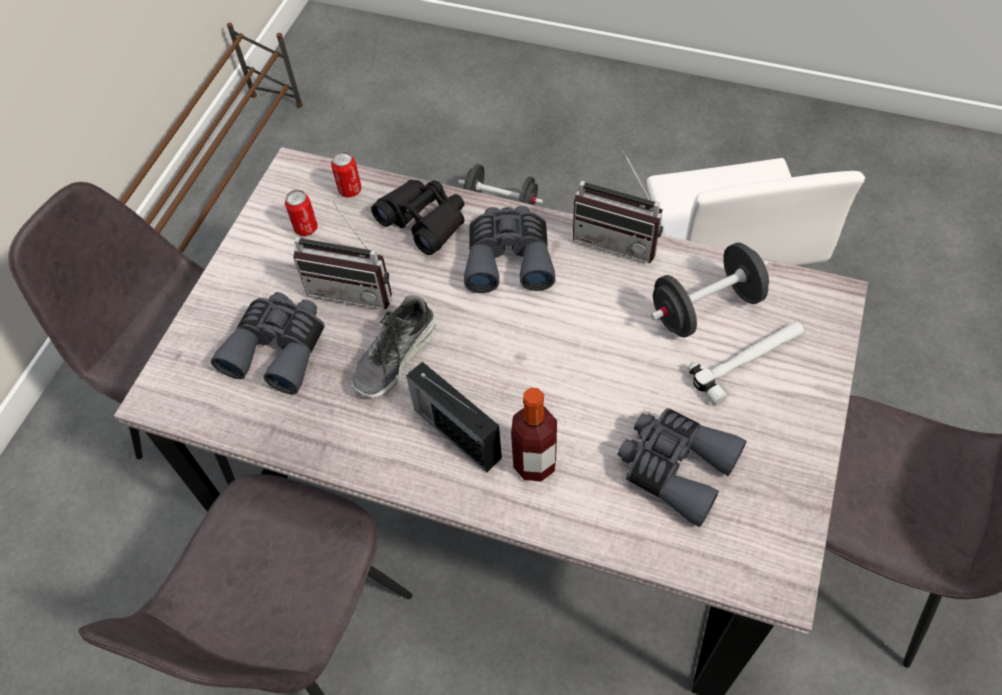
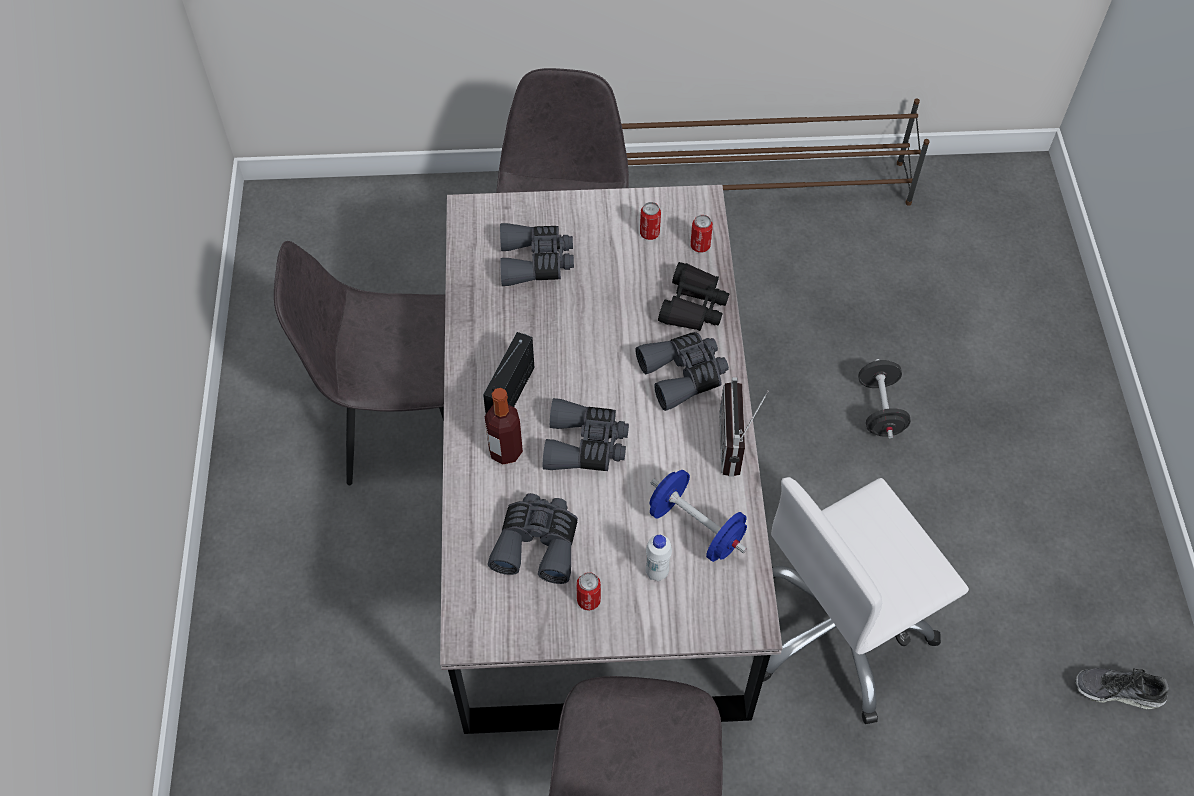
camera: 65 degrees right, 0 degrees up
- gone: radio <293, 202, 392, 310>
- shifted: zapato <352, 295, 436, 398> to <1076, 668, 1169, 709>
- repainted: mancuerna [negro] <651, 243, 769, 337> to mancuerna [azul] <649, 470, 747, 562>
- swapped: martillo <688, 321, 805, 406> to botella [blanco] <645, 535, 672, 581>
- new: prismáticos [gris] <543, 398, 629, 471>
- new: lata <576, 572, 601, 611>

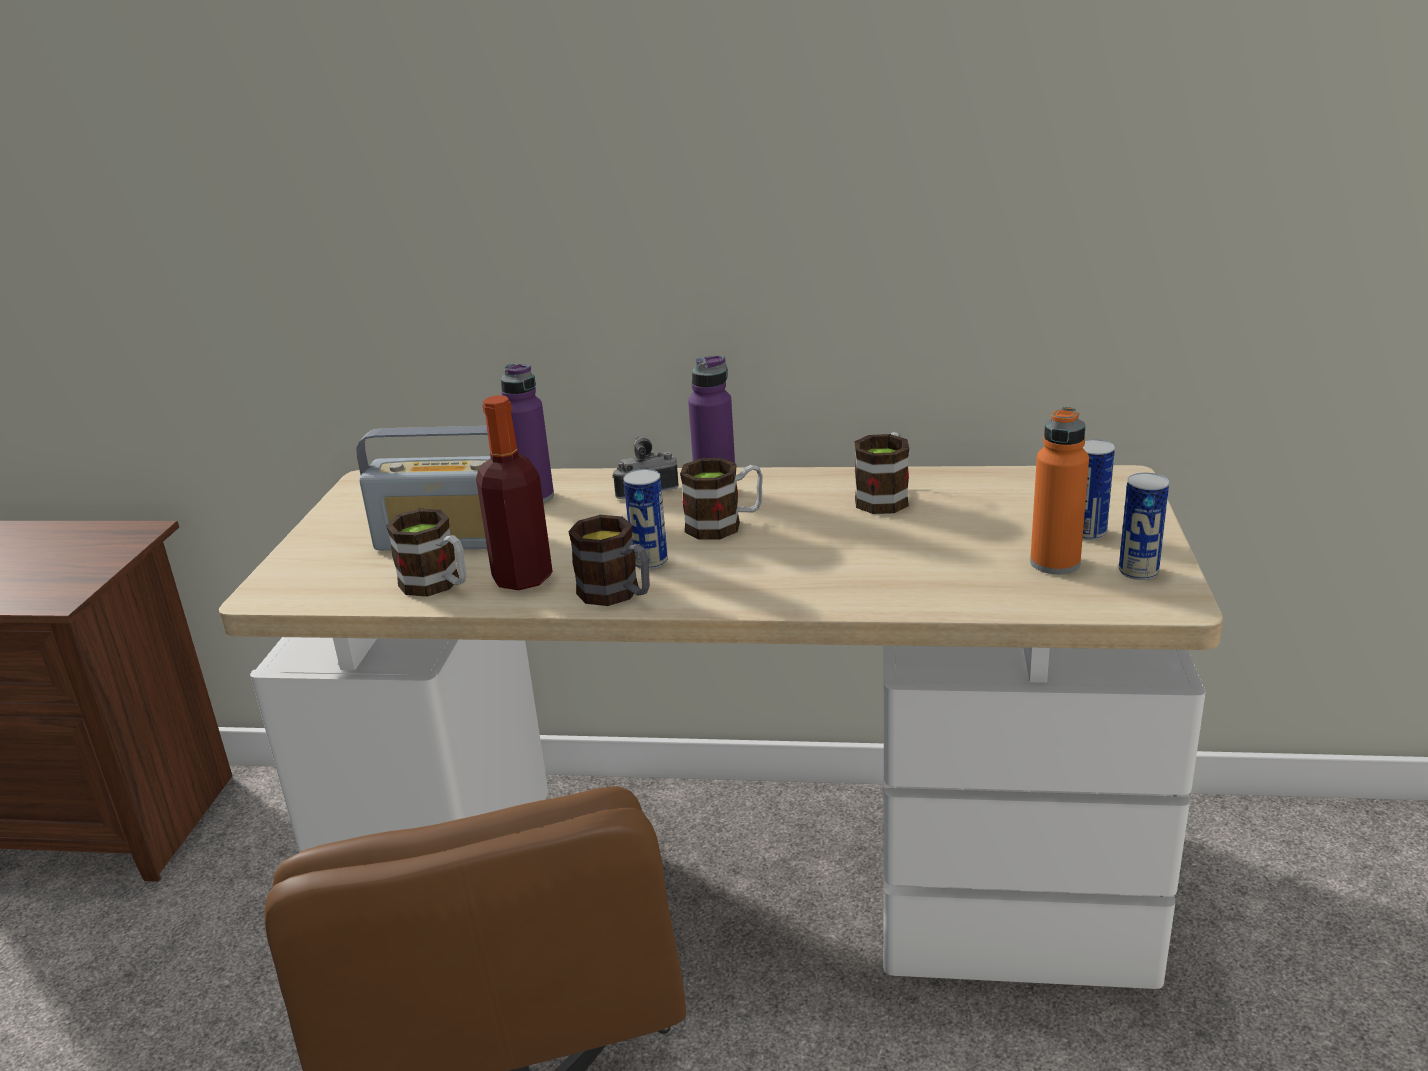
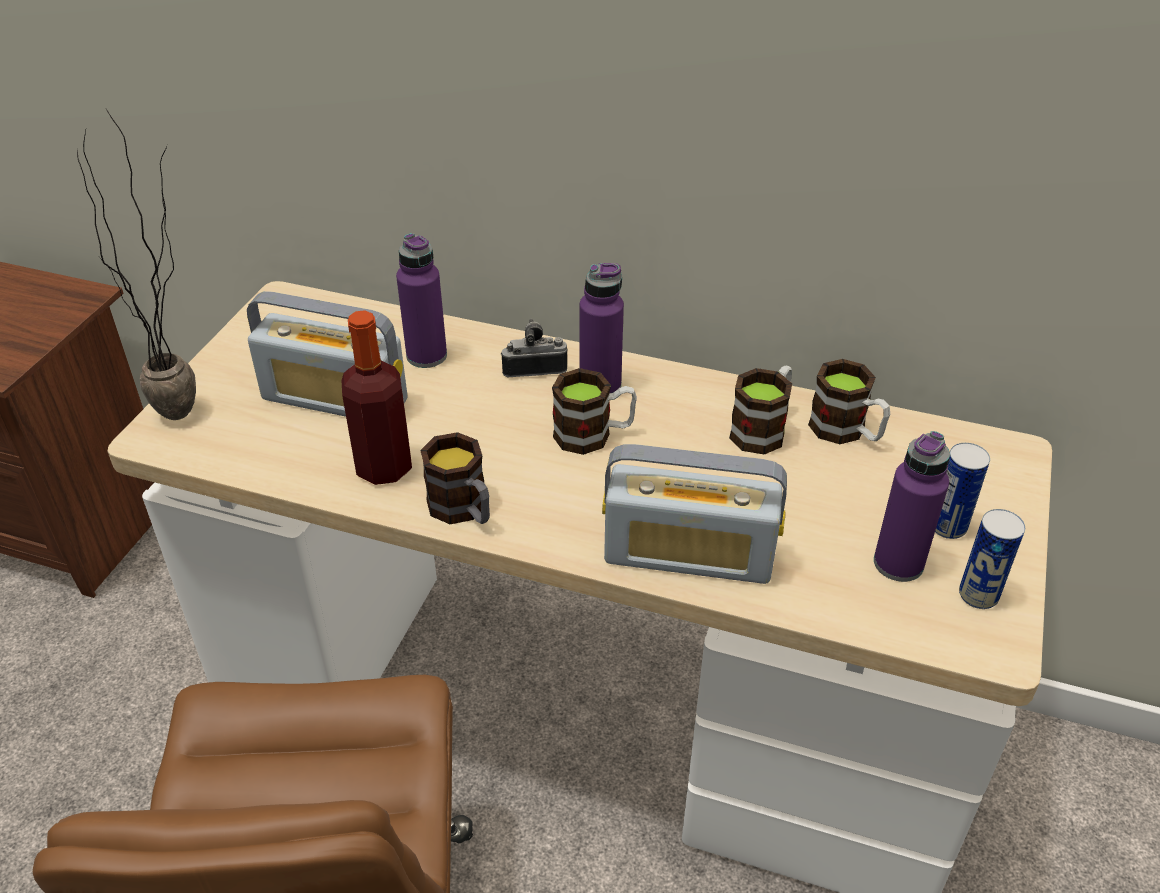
camera: 10 degrees right, 15 degrees up
- shifted: taza grande <386, 509, 466, 597> to <808, 359, 890, 444>
- gone: lata <623, 469, 668, 569>
- repainted: botella [naranja] <1030, 407, 1089, 574> to botella [morado] <874, 431, 950, 582>
- new: planta en maceta <77, 109, 196, 420>
- new: radio <602, 444, 787, 584>

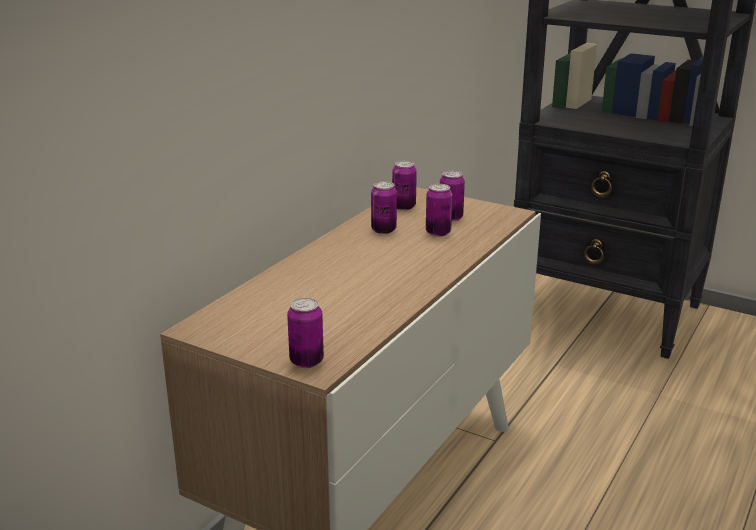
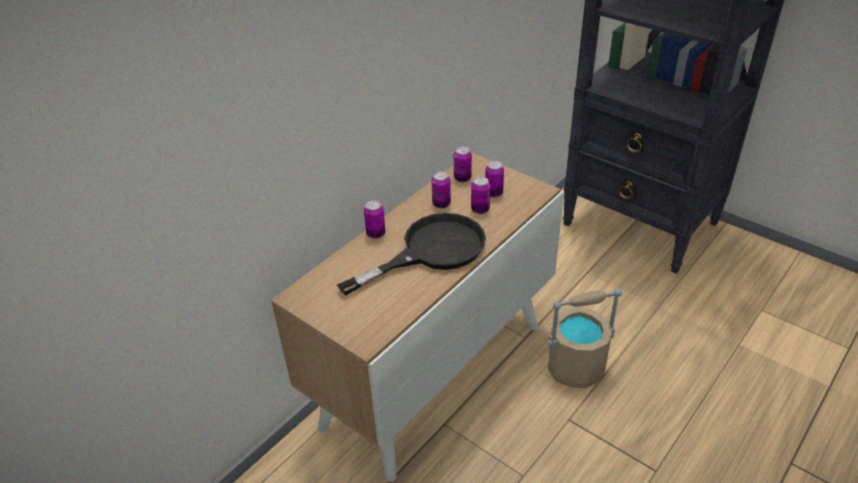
camera: 10 degrees right, 15 degrees up
- shifted: lata <287, 298, 324, 368> to <364, 200, 385, 239>
- new: sartén [negro] <337, 213, 486, 295>
- new: cubo [beis] <548, 289, 622, 388>

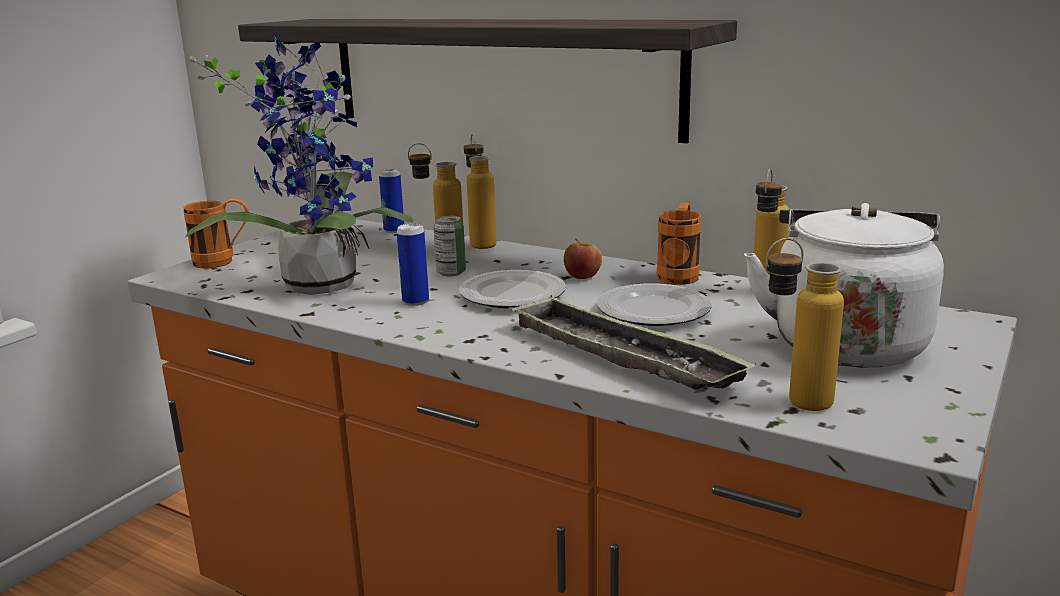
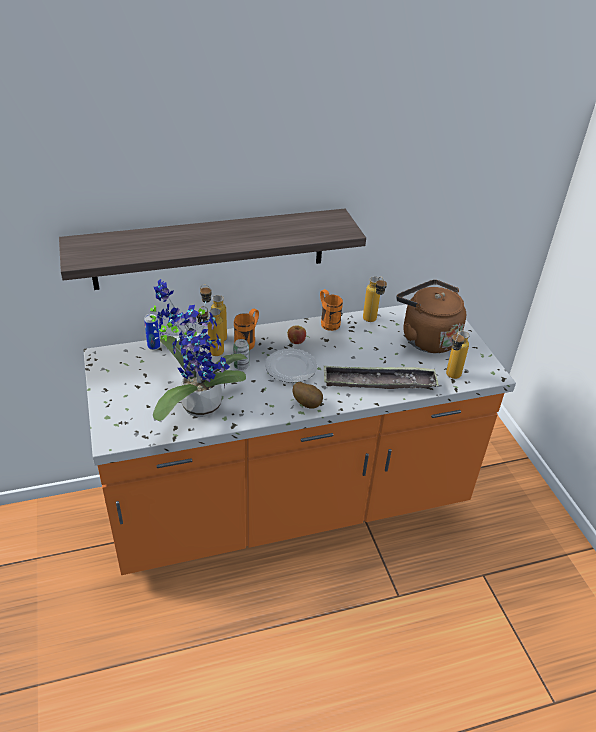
camera: 50 degrees left, 20 degrees up
- shifted: taza grande [naranja] <183, 199, 248, 268> to <234, 309, 259, 350>
- gone: lata <397, 223, 429, 306>
- gone: plato <597, 284, 712, 326>
- repainted: hervidor [blanco] <744, 203, 944, 368> to hervidor [marrón] <397, 280, 466, 353>
- new: patata <293, 382, 323, 409>

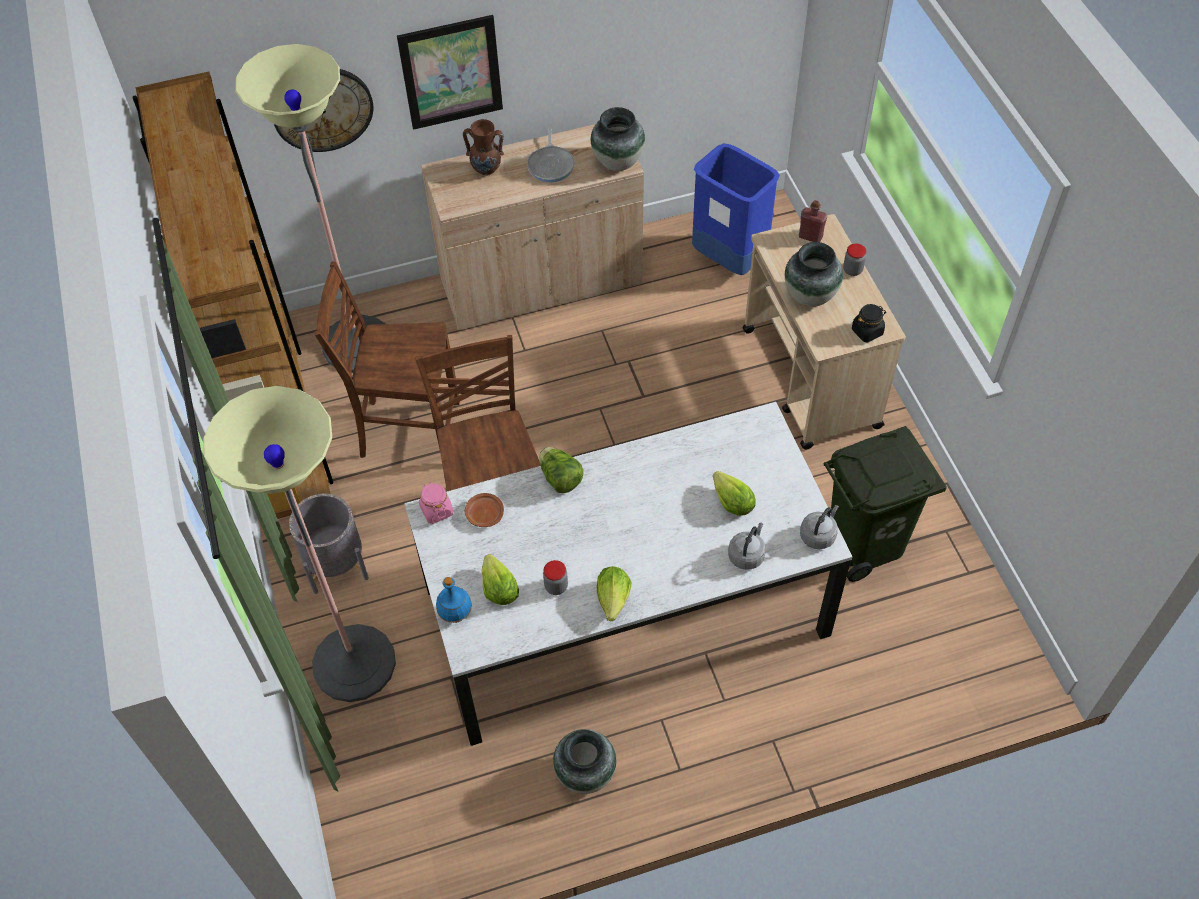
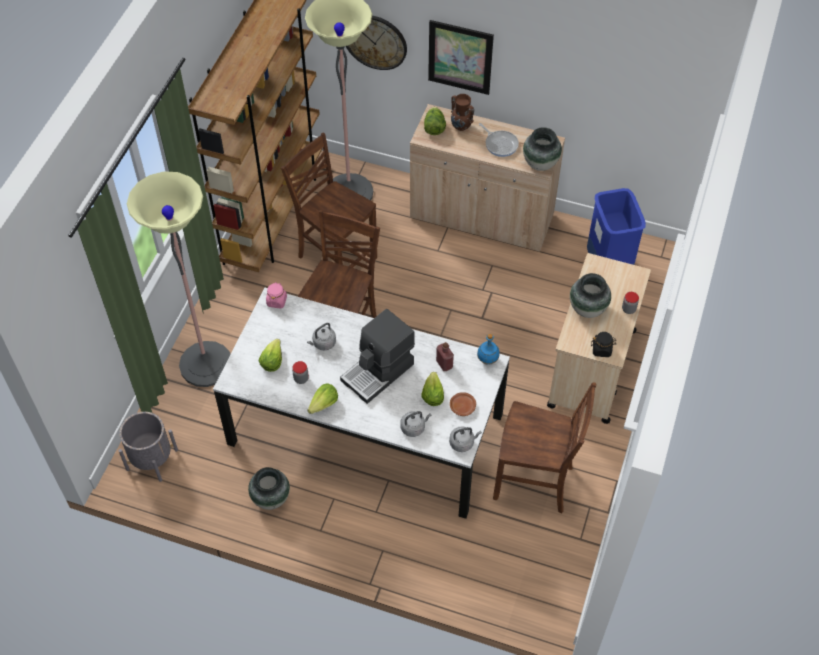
camera: 35 degrees right, 0 degrees up
- shifted: maceta [gris] <289, 494, 369, 594> to <119, 412, 178, 482>
- shifted: botella [azul] <436, 577, 472, 623> to <477, 334, 499, 364>
- shifted: plato [marrón] <465, 493, 504, 527> to <450, 392, 476, 416>
- rotated: sartén <527, 128, 575, 182> = <479, 123, 519, 157> 75 degrees counterclockwise
- shifted: lechuga <539, 447, 583, 493> to <424, 107, 446, 135>
- shifted: botella [rojo] <799, 200, 827, 242> to <436, 342, 454, 371>
- swapped: papelera [verde] <824, 426, 947, 582> to silla [marrón] <493, 382, 596, 513>
- new: hervidor [gris] <307, 323, 336, 351>
- new: cafetera <340, 309, 415, 404>

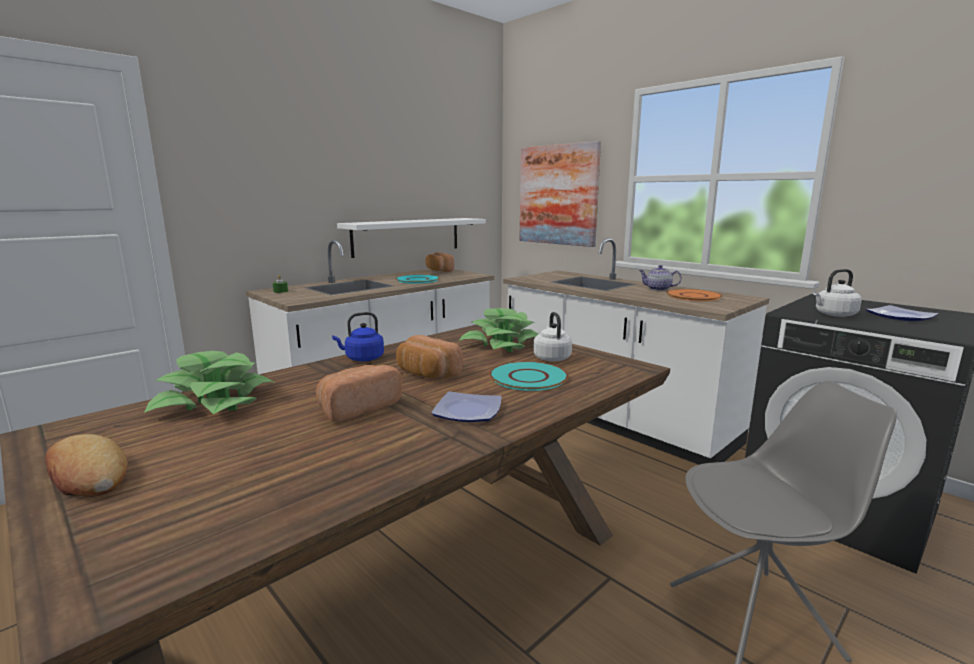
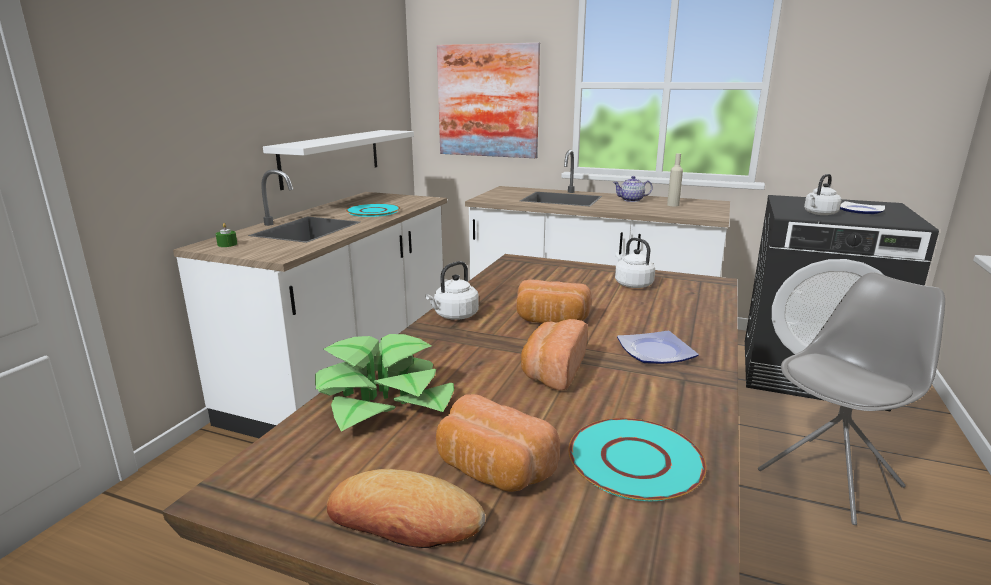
camera: 25 degrees left, 5 degrees up
- repainted: hervidor [azul] <332, 312, 384, 361> to hervidor [blanco] <425, 261, 479, 320>
- shifted: pan <426, 252, 454, 272> to <436, 394, 560, 492>
- gone: planta en maceta <459, 308, 538, 352>
- shifted: plato [turquesa] <489, 361, 569, 391> to <568, 418, 706, 501>
- swapped: plato [naranja] <666, 289, 722, 301> to botella [beis] <667, 153, 683, 206>

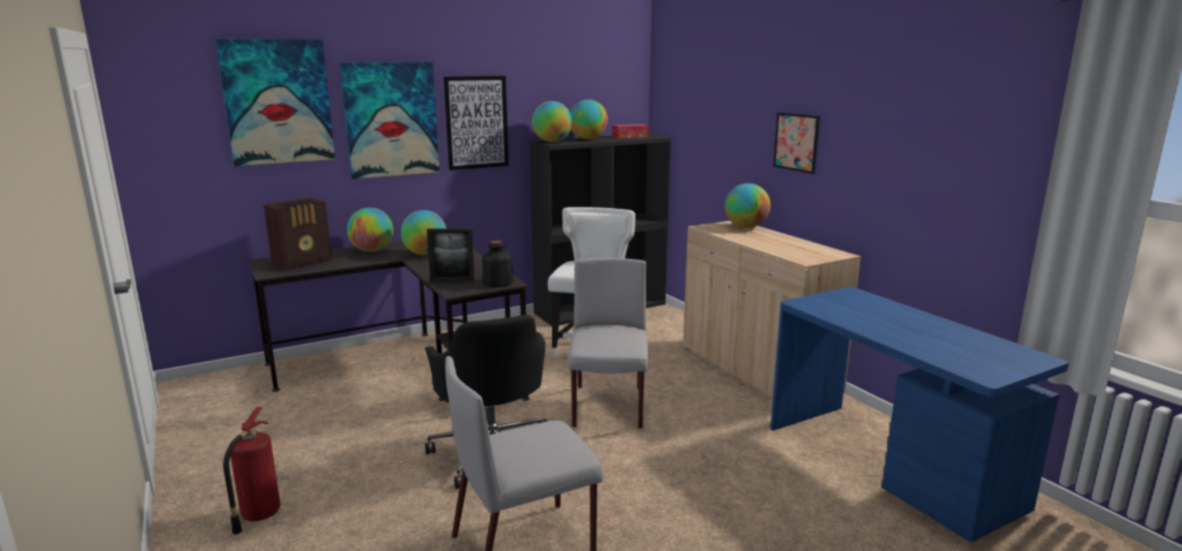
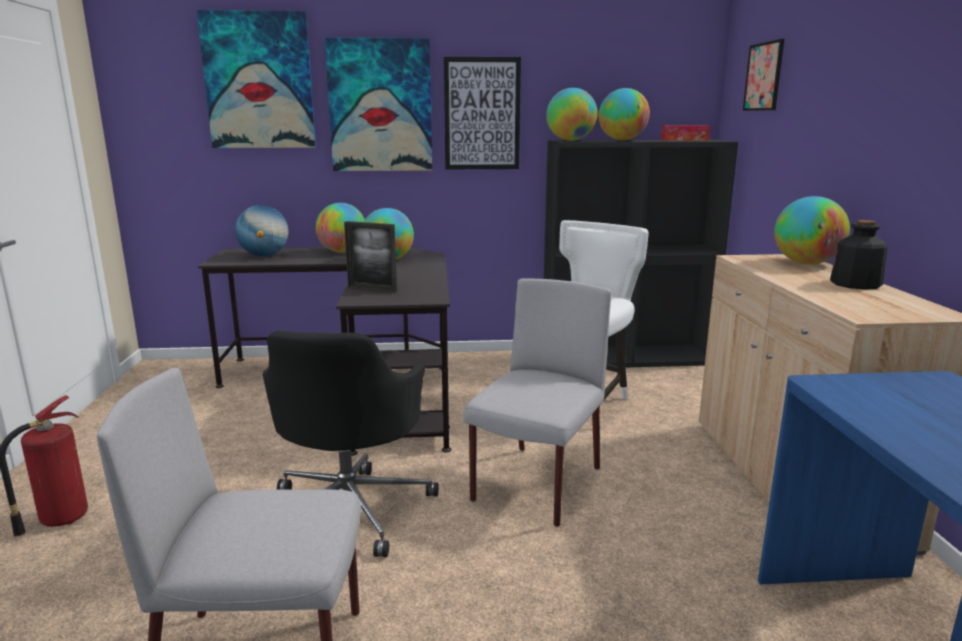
camera: 25 degrees right, 0 degrees up
- swapped: radio <264, 198, 332, 270> to globo terráqueo <235, 205, 288, 256>
- shifted: botella <482, 240, 514, 287> to <830, 220, 888, 290>
- shifted: cuadro <773, 112, 820, 174> to <743, 39, 784, 111>

